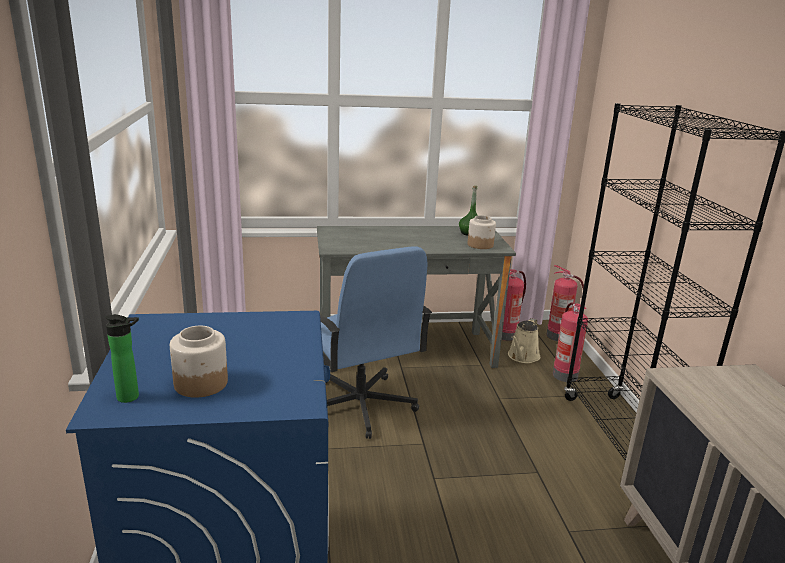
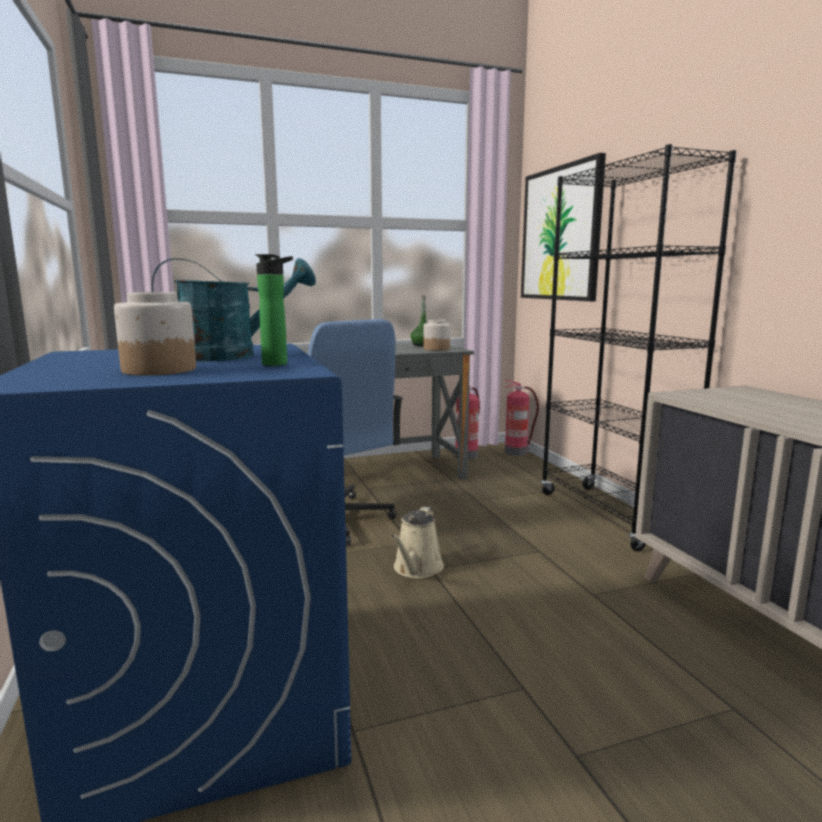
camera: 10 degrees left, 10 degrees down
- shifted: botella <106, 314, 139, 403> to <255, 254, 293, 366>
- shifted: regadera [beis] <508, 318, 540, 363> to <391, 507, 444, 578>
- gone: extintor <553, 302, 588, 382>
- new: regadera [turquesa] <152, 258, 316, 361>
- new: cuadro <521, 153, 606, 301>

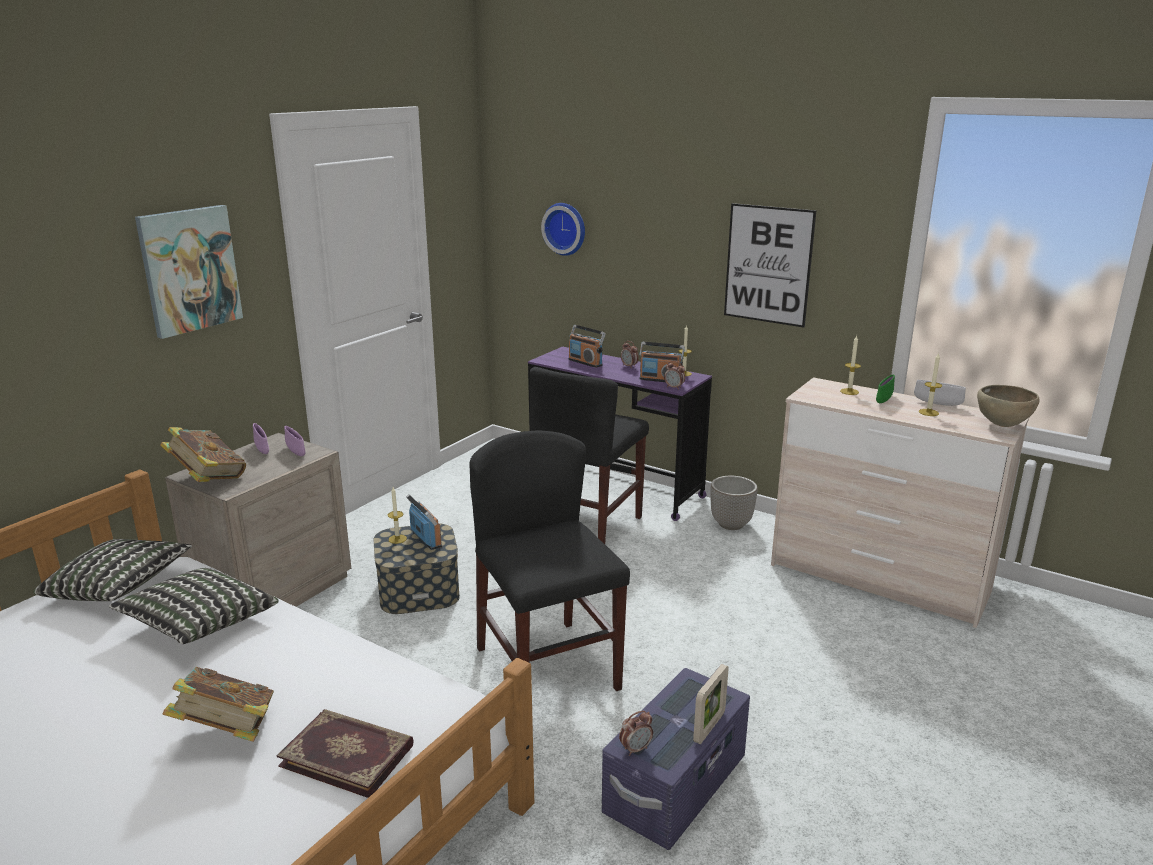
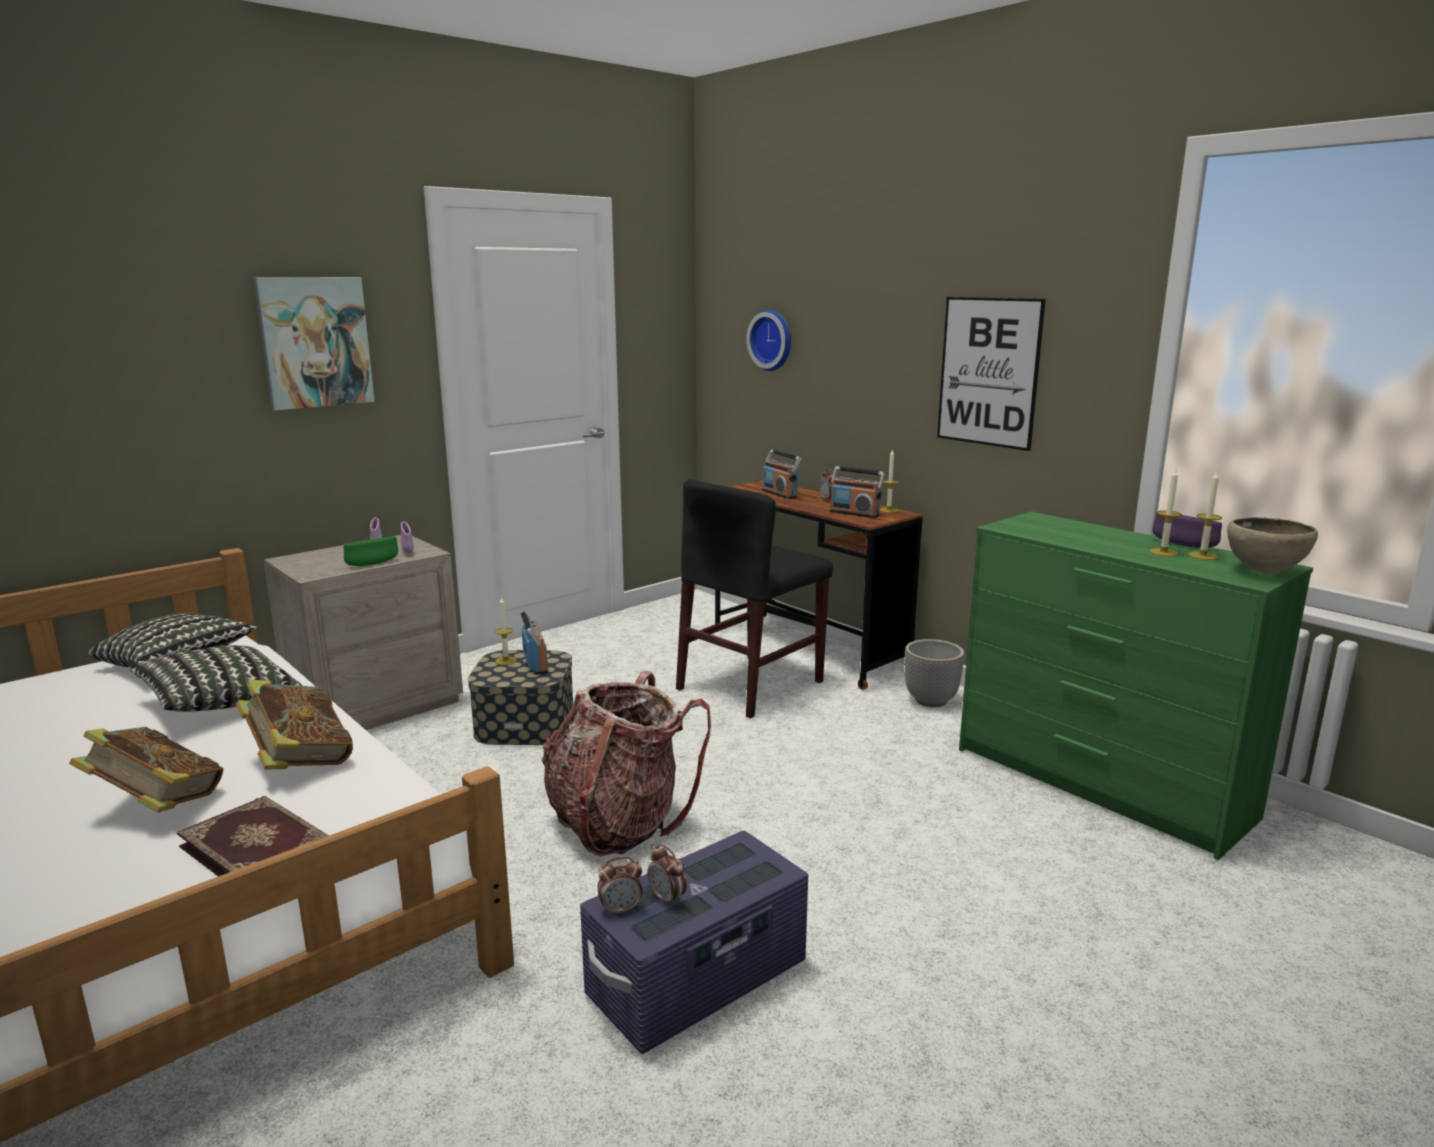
camera: 15 degrees right, 5 degrees down
- shifted: libro <160, 427, 246, 482> to <236, 680, 353, 770>
- swapped: silla [negro] <470, 430, 630, 691> to mochila <541, 671, 711, 857>
- repainted: escritorio [morado] <528, 346, 712, 521> to escritorio [marrón] <715, 480, 923, 690>
- shifted: despertador <664, 361, 685, 390> to <647, 844, 687, 908>
- gone: portarretratos <693, 664, 729, 744>
- repainted: cómoda [beis] <771, 377, 1029, 628> to cómoda [verde] <959, 512, 1313, 860>
- shifted: vela <840, 335, 861, 395> to <1188, 471, 1222, 560>
- shifted: cuenco [verde] <876, 375, 895, 403> to <344, 536, 398, 566>
- repainted: cuenco [blanco] <914, 380, 966, 406> to cuenco [morado] <1152, 512, 1222, 548>

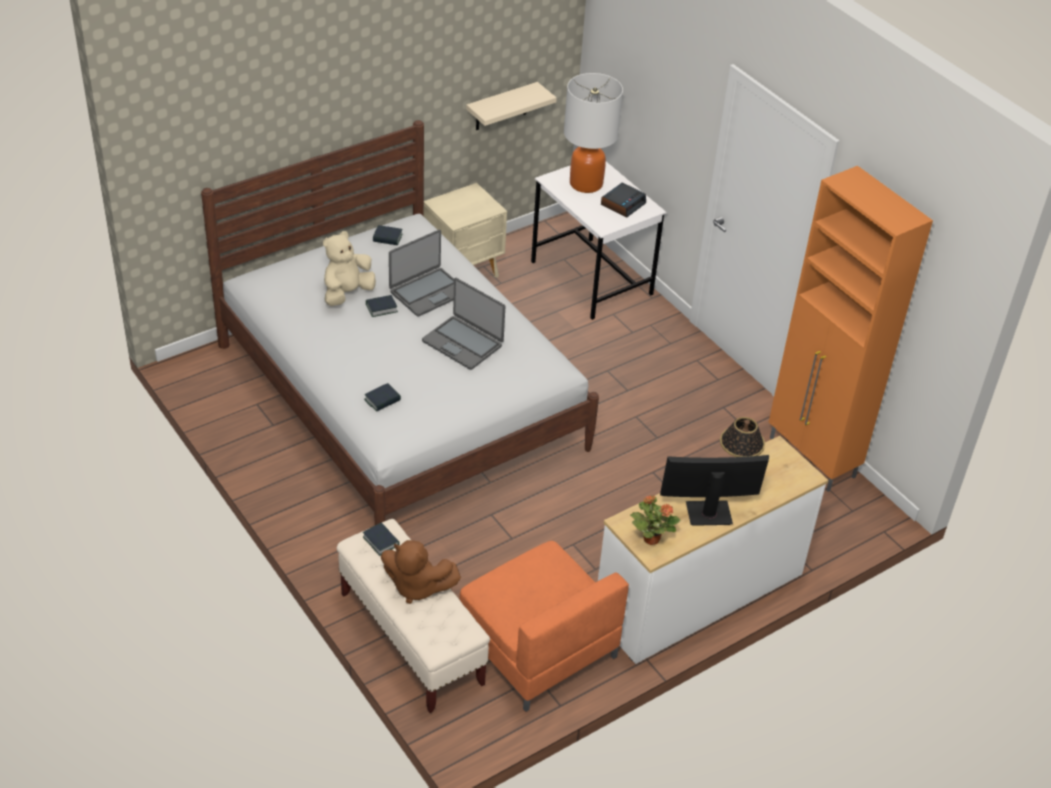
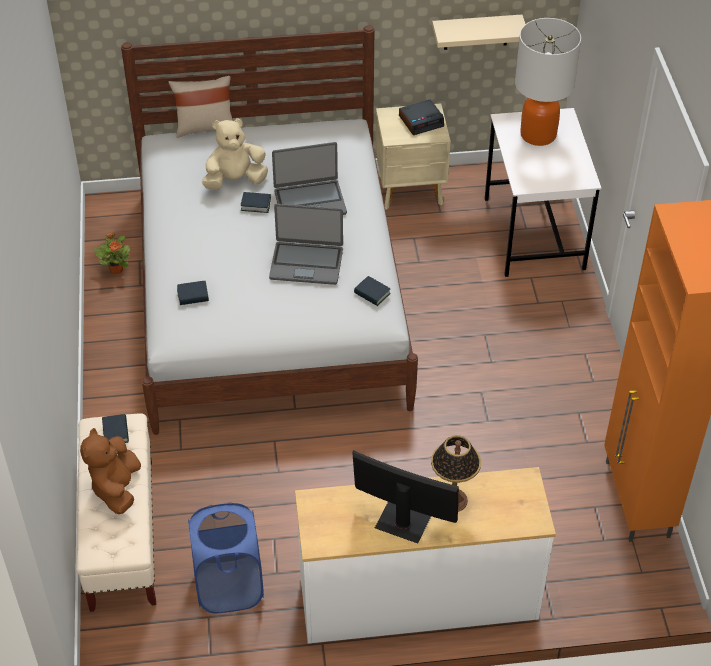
camera: 30 degrees right, 5 degrees up
- shifted: libro <373, 225, 402, 245> to <354, 276, 391, 306>
- rotated: peluche [marrón] <381, 540, 461, 604> = <80, 428, 141, 514> 45 degrees clockwise
- rotated: portátil <422, 278, 505, 370> = <269, 204, 343, 285> 60 degrees counterclockwise
- swapped: sillón [naranja] <459, 541, 629, 712> to cesto de la ropa [azul] <188, 502, 264, 614>
- shifted: despertador <601, 183, 646, 218> to <399, 99, 444, 135>
- shifted: planta en maceta <630, 495, 680, 545> to <94, 233, 130, 274>
- new: cojín [beis] <168, 76, 233, 138>

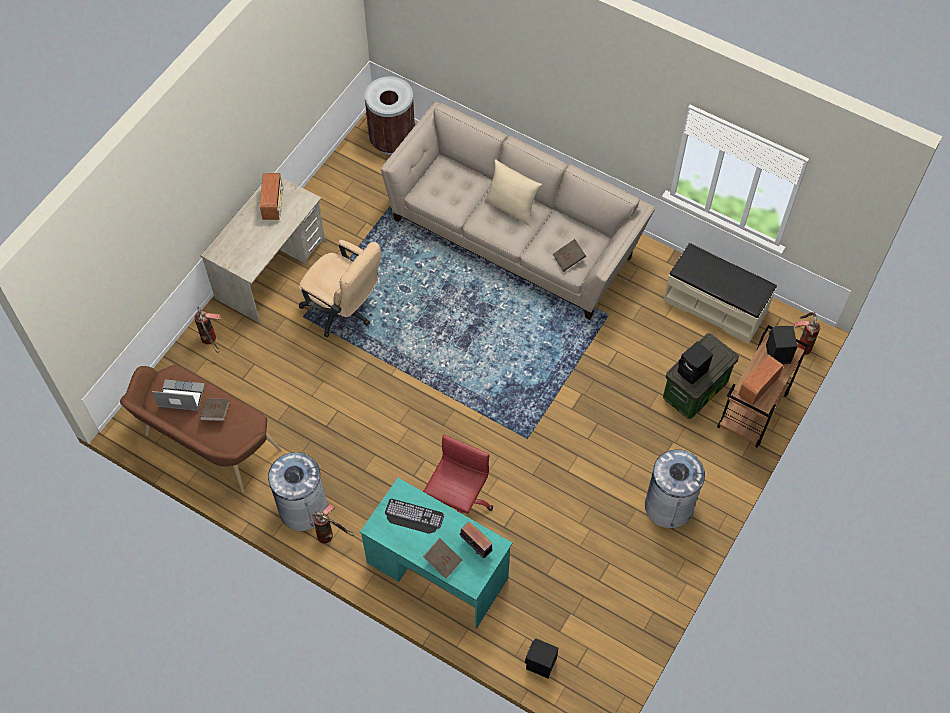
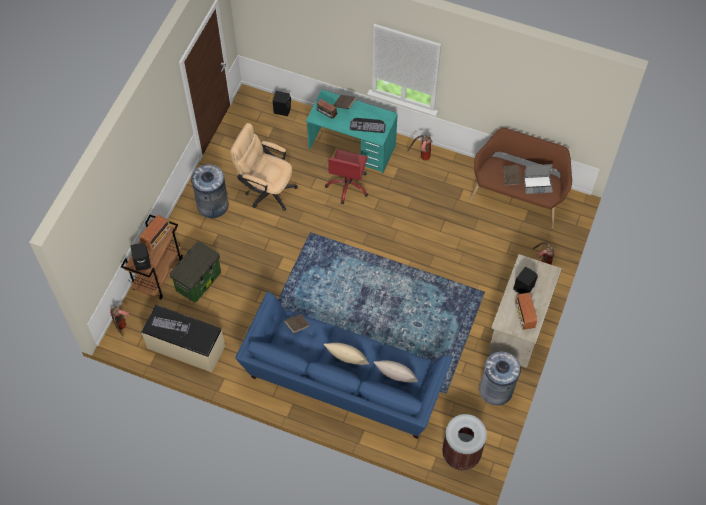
camera: 170 degrees right, 0 degrees up
- shifted: papelera [gris] <268, 452, 328, 531> to <479, 352, 521, 405>
- shifted: silla de oficina [beis] <299, 240, 381, 337> to <230, 123, 298, 211>
- repainted: sofá [beis] <381, 102, 655, 320> to sofá [azul] <235, 292, 453, 439>
- shifted: altavoz [negro] <677, 341, 713, 385> to <513, 267, 538, 294>
- new: teclado <151, 316, 190, 337>
- new: cojín [beis] <374, 360, 418, 383>

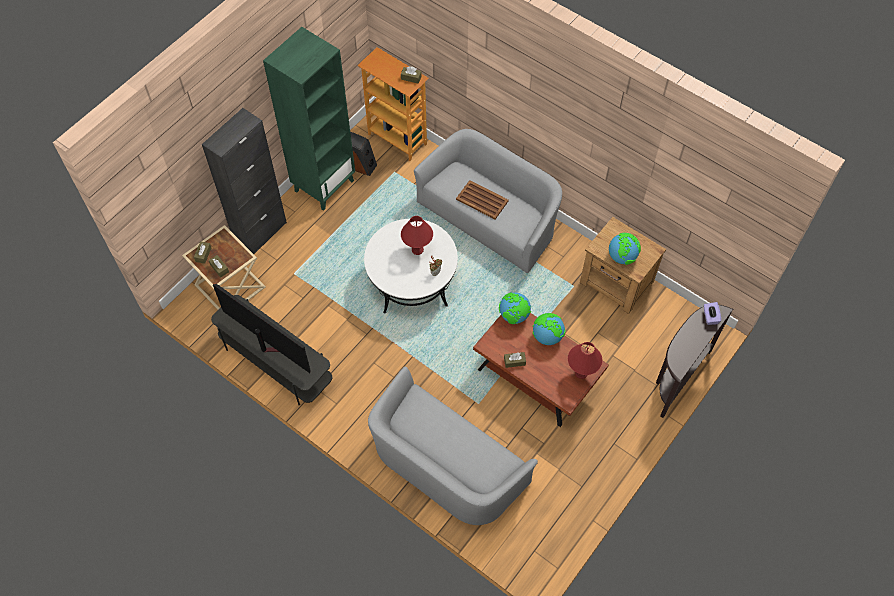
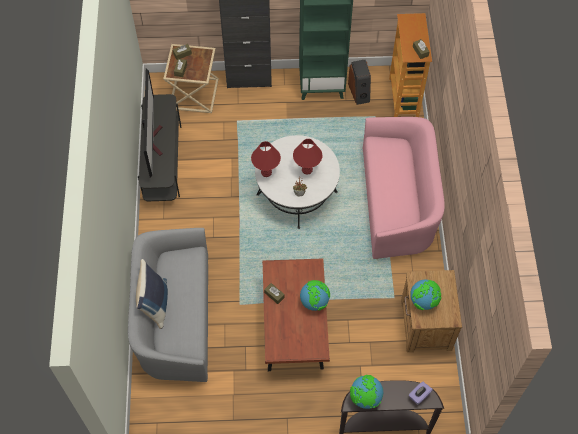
camera: 50 degrees right, 0 degrees up
- repainted: sofá [gris] <414, 129, 562, 273> to sofá [rosa] <363, 117, 445, 259>
- gone: bandeja [marrón] <456, 180, 509, 219>
- shifted: globo terráqueo <499, 292, 531, 324> to <350, 375, 383, 409>
- shifted: lámpara de mesa [rojo] <568, 342, 602, 379> to <251, 141, 281, 177>
- new: cojín [azul] <136, 259, 168, 329>

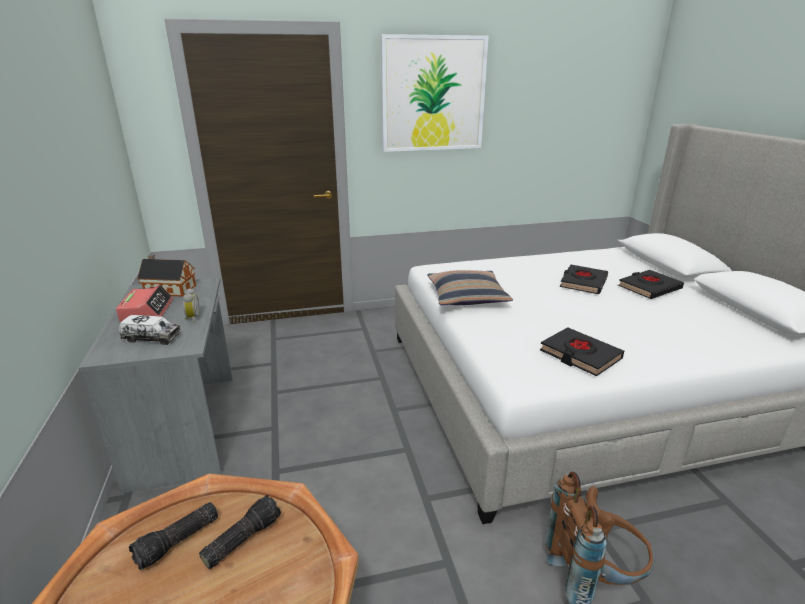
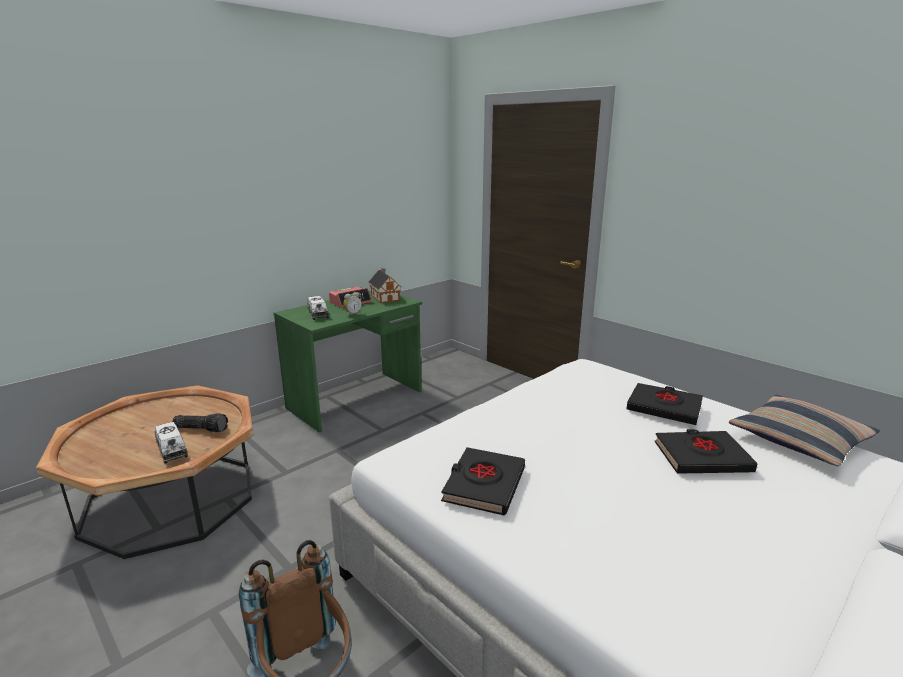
camera: 60 degrees right, 5 degrees down
- repainted: escritorio [gris] <79, 277, 233, 493> to escritorio [verde] <274, 291, 422, 433>
- gone: linterna <129, 502, 218, 570>
- gone: cuadro <381, 34, 489, 152>
- shifted: cojín <427, 270, 513, 305> to <729, 395, 880, 466>
- shifted: libro [negro] <618, 270, 684, 299> to <627, 383, 703, 425>
- new: camión de juguete <155, 422, 188, 464>

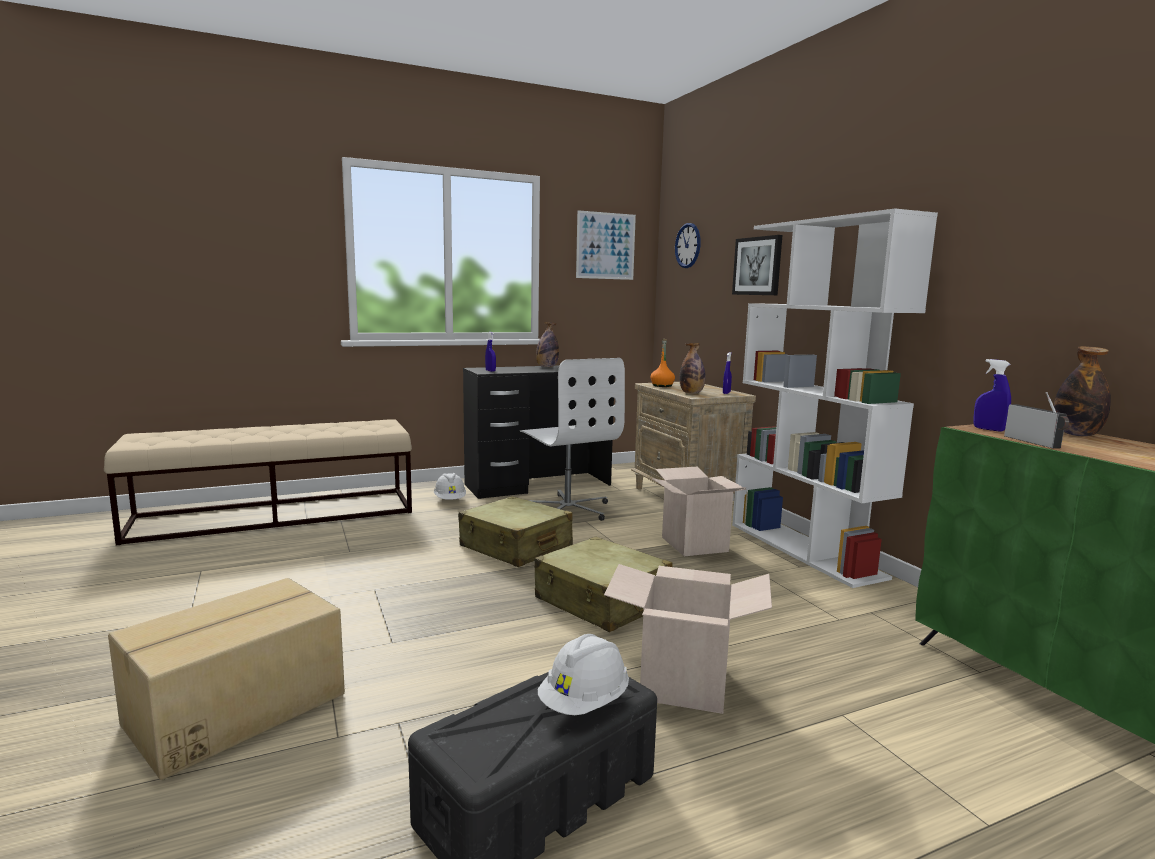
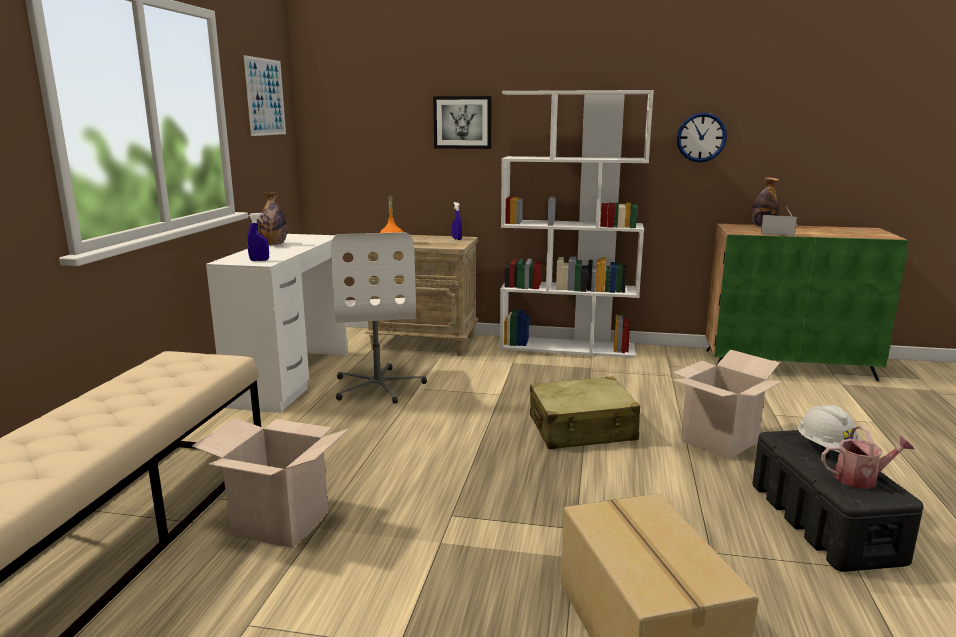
camera: 55 degrees left, 5 degrees up
- gone: casco [blanco] <434, 473, 466, 500>
- gone: maleta [beis] <458, 496, 573, 567>
- repainted: escritorio [negro] <463, 366, 615, 499> to escritorio [blanco] <206, 234, 348, 413>
- rotated: silla de oficina [blanco] <520, 358, 625, 521> = <331, 232, 427, 404> 75 degrees clockwise
- shifted: caja de cartón <652, 467, 747, 556> to <191, 418, 350, 548>
- shifted: reloj de pared <675, 223, 701, 268> to <677, 113, 727, 162>
- gone: botella <679, 343, 706, 393>
- gone: pulverizador [azul] <974, 359, 1011, 432>
- new: regadera <821, 425, 914, 489>

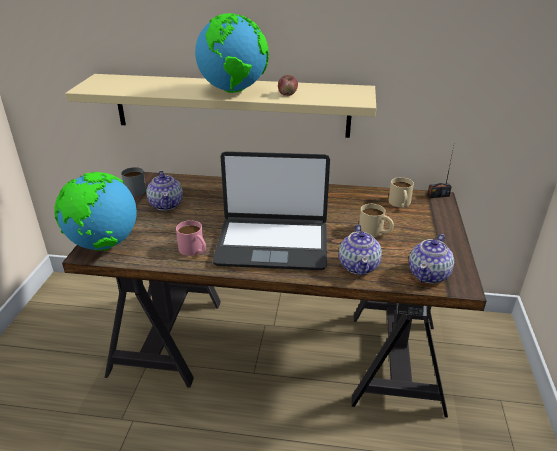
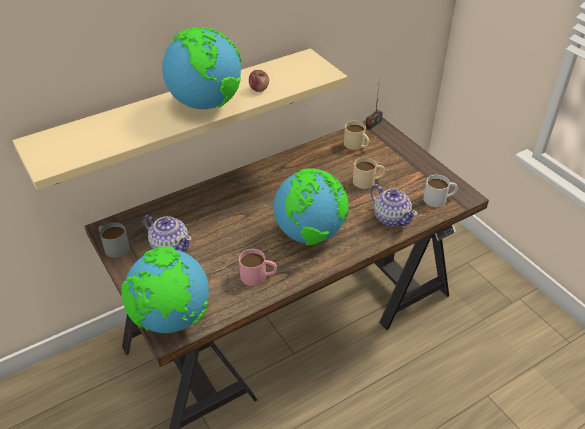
camera: 40 degrees left, 10 degrees up
- swapped: portátil <212, 151, 330, 270> to globo terráqueo <274, 168, 349, 245>
- swapped: tetera <409, 234, 454, 284> to taza grande [blanco] <423, 175, 458, 207>

